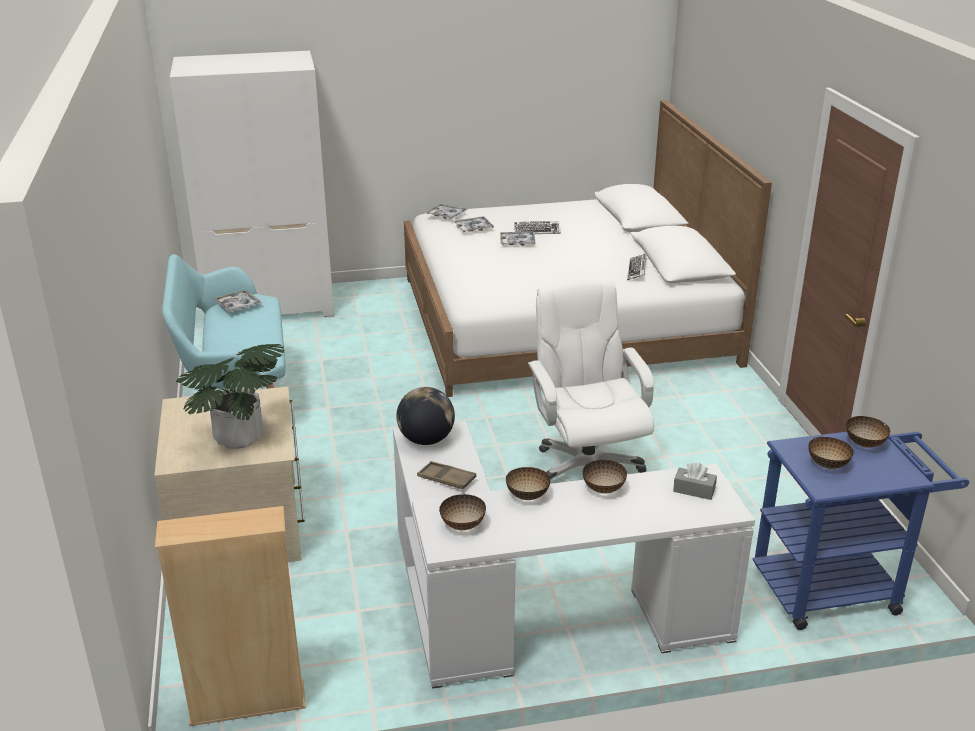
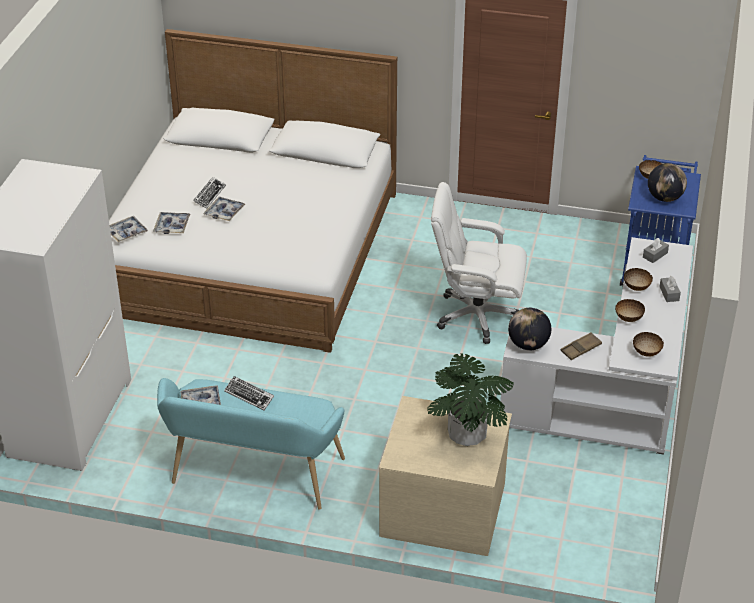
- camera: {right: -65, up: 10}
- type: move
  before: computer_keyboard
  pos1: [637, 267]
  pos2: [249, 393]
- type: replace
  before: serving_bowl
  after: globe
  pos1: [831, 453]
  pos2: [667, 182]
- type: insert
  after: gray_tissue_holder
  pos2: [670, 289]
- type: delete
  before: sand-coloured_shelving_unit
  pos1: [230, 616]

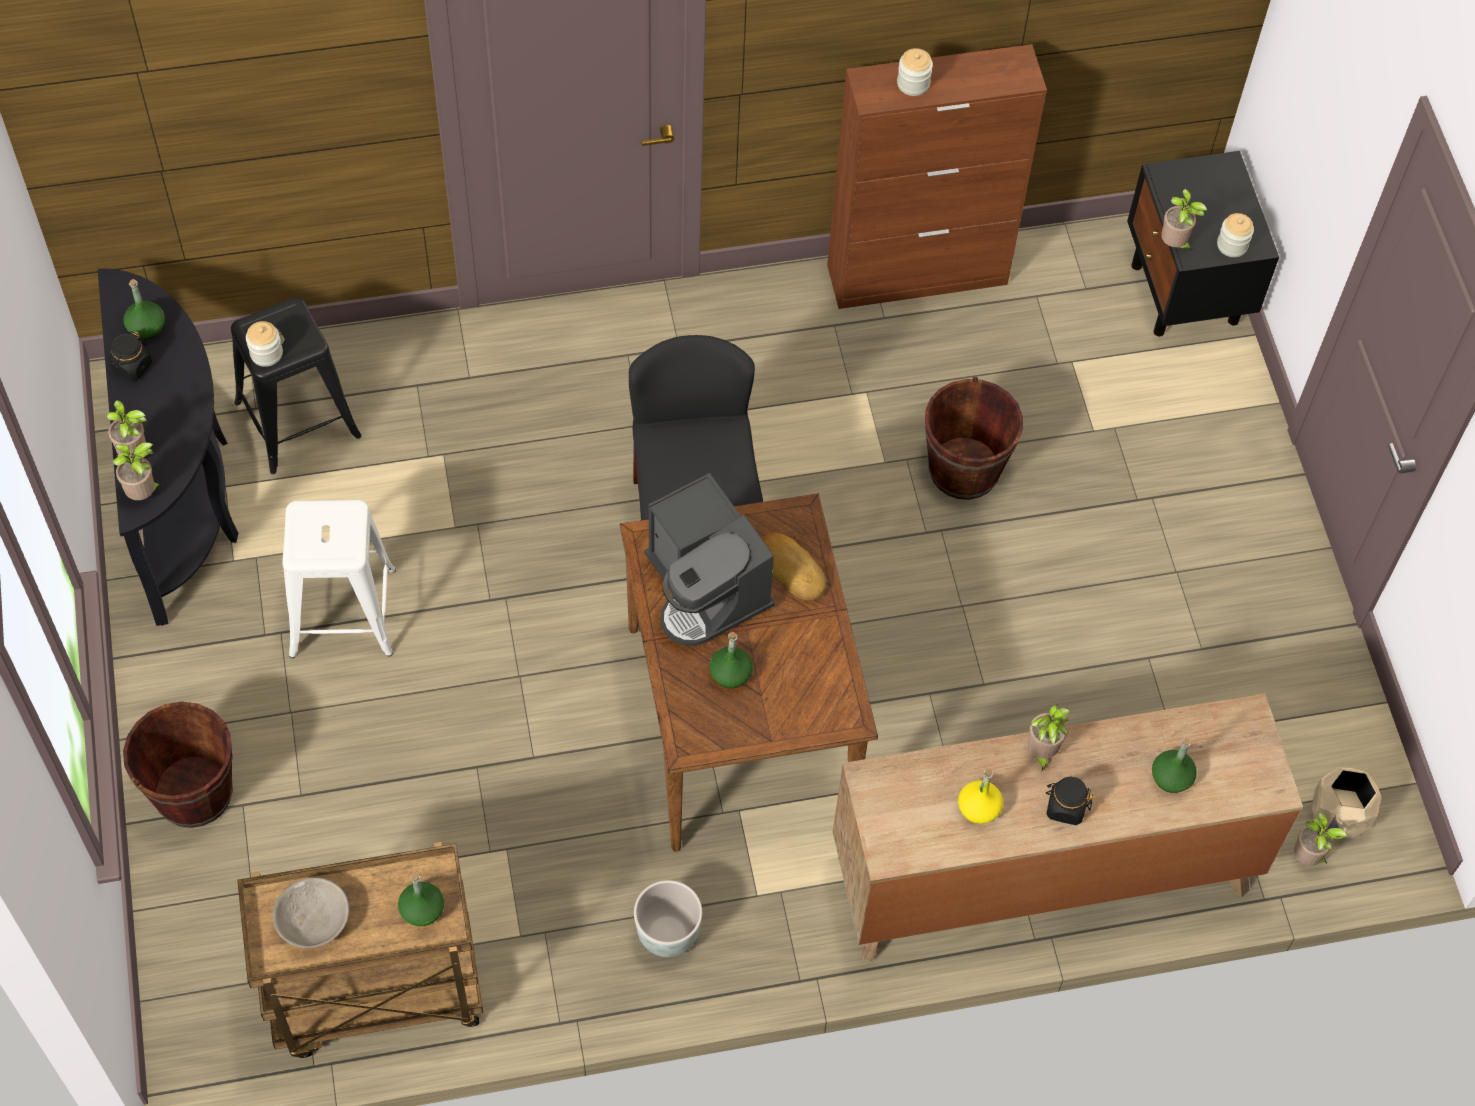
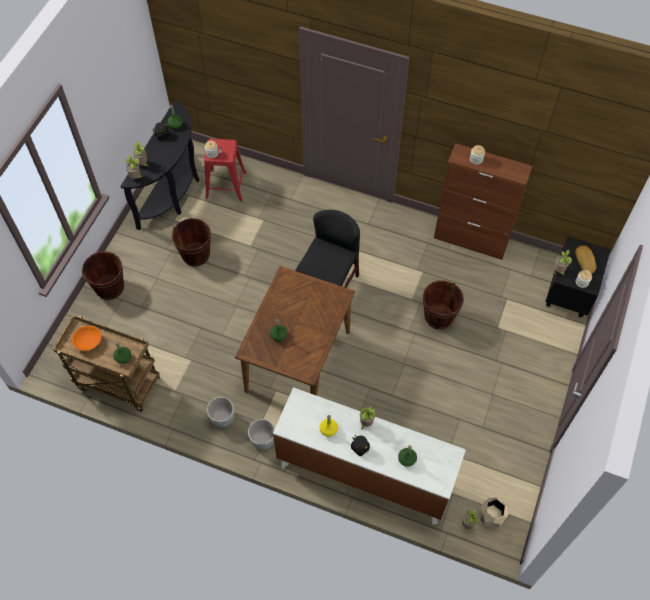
- camera: {right: 35, up: 0}
- type: recolor
  before: gray_serving_bowl
  after: orange-coloured_serving_bowl
  pos1: [311, 912]
  pos2: [86, 338]
- type: replace
  before: white_stool_seat
  after: brownish_bucket
  pos1: [339, 579]
  pos2: [191, 242]
- type: recolor
  before: black-coloured_stool_seat
  after: red_stool_seat
  pos1: [296, 386]
  pos2: [225, 170]
- type: insert
  after: gray_flower_pot
  pos2: [261, 434]
- type: recolor
  before: brownish_chest_of_drawers
  after: white_chest_of_drawers
  pos1: [1068, 827]
  pos2: [369, 456]
- type: move
  before: bakery_bread
  pos1: [794, 566]
  pos2: [585, 259]
- type: delete
  before: coffee_brewer
  pos1: [709, 559]

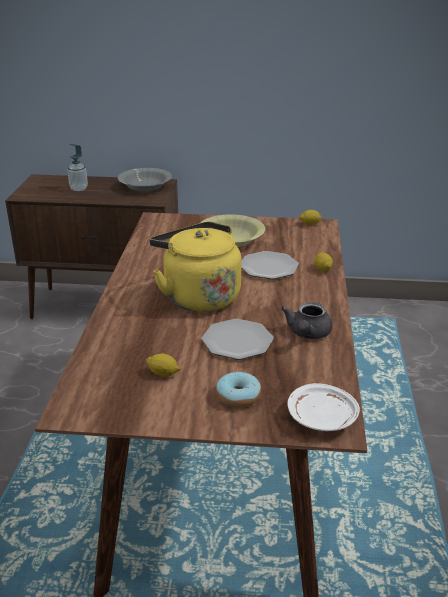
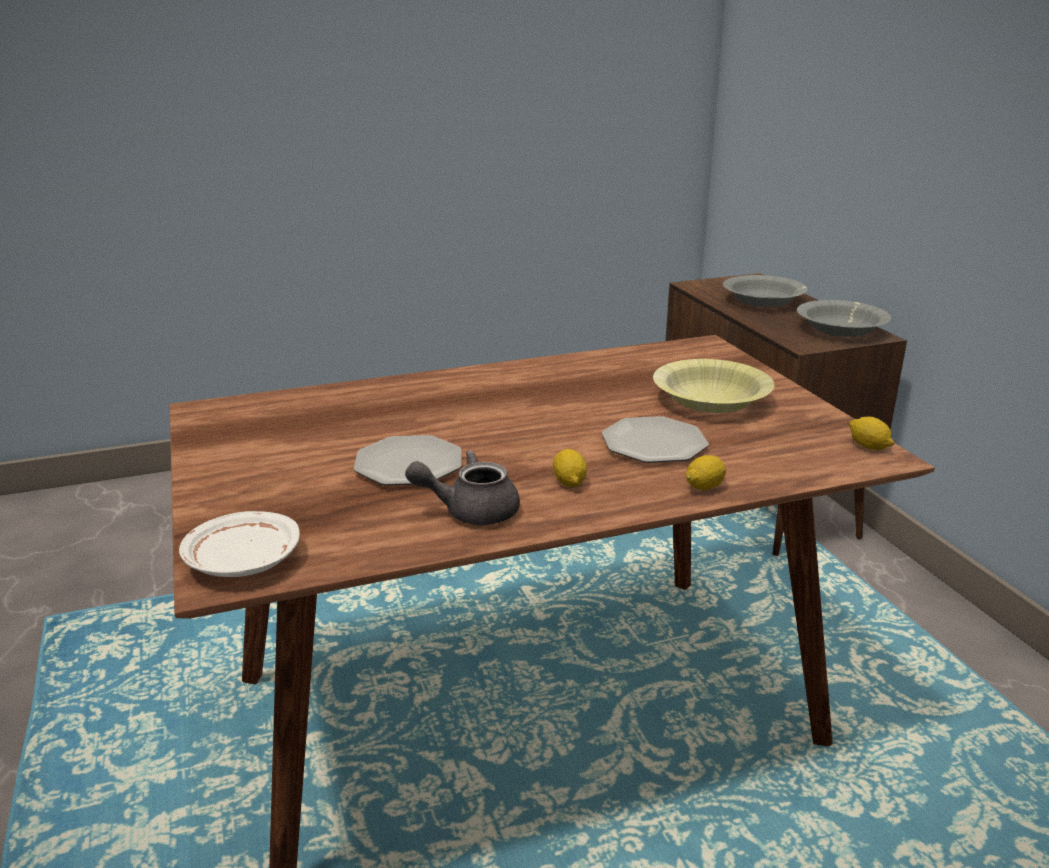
- camera: {right: 65, up: -5}
- type: move
  before: lemon
  pos1: [163, 364]
  pos2: [570, 468]
- type: replace
  before: liquid_soap_bottle
  after: gray_serving_bowl
  pos1: [77, 167]
  pos2: [765, 291]
- type: delete
  before: yellow_tea_kettle
  pos1: [195, 267]
- type: delete
  before: donut
  pos1: [238, 389]

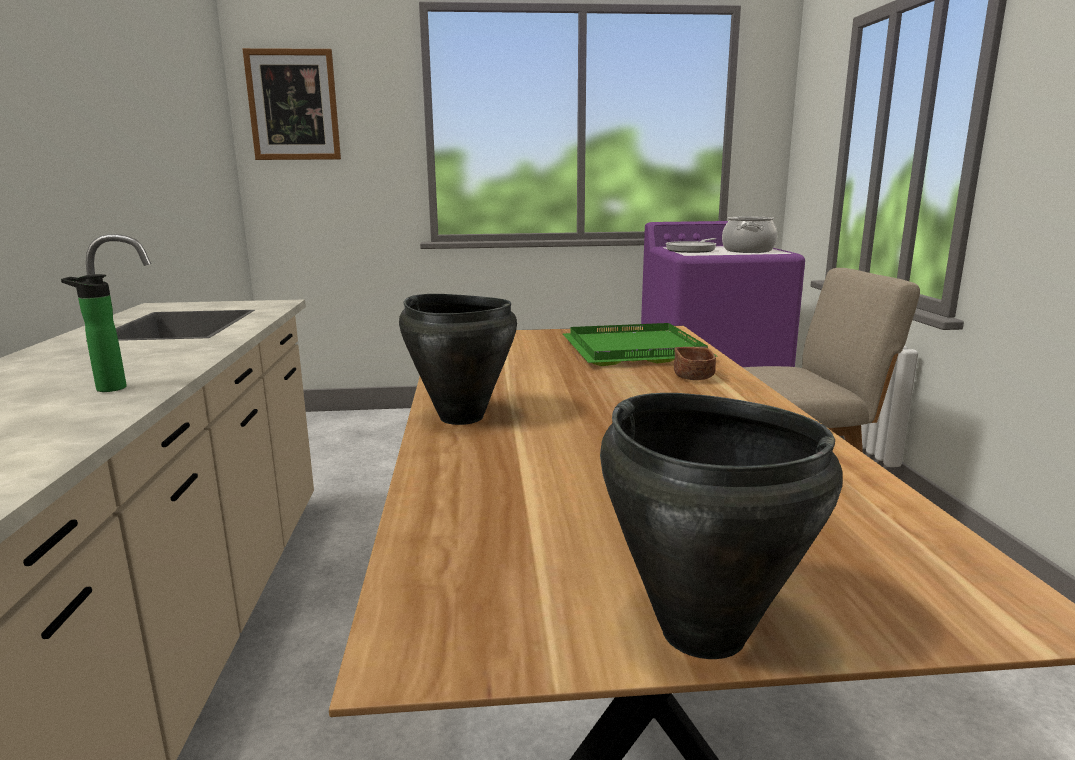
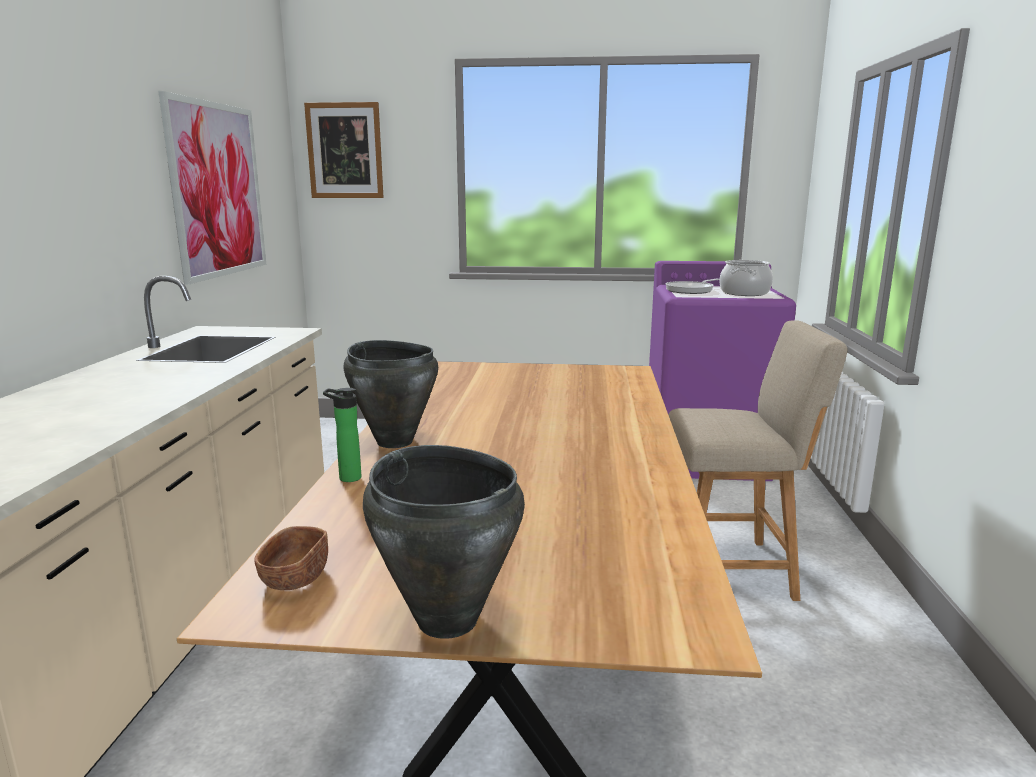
- camera: {right: 10, up: 0}
- type: insert
  after: wall_picture
  pos2: [212, 188]
- type: move
  before: brownish_serving_bowl
  pos1: [695, 363]
  pos2: [291, 558]
- type: move
  before: bottle
  pos1: [94, 333]
  pos2: [342, 435]
- type: delete
  before: green-coloured_carrying_tray
  pos1: [640, 344]

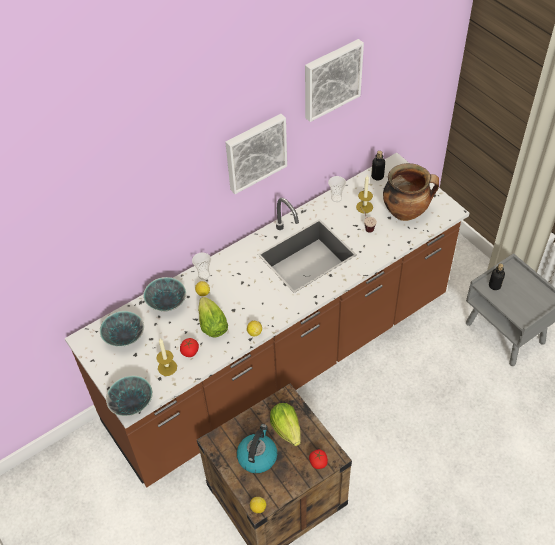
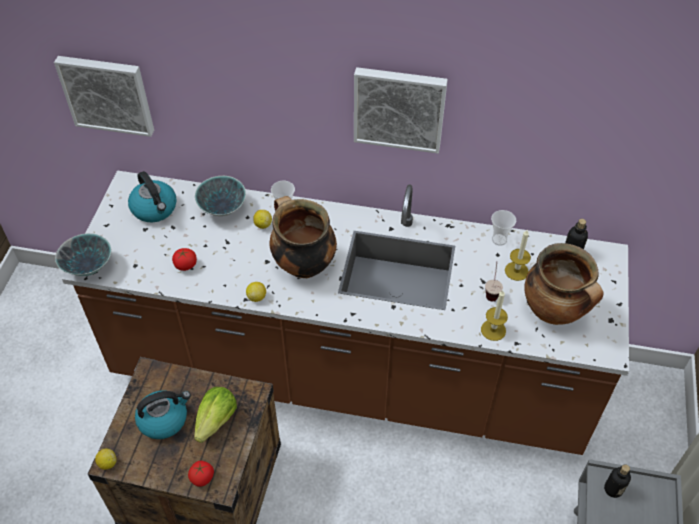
- camera: {right: 45, up: 0}
- type: move
  before: wall_picture
  pos1: [334, 80]
  pos2: [104, 96]
- type: replace
  before: serving_bowl
  after: tea_kettle
  pos1: [122, 329]
  pos2: [152, 196]
- type: insert
  after: stockpot
  pos2: [303, 237]
- type: move
  before: wax_candle
  pos1: [166, 357]
  pos2: [494, 315]
- type: delete
  before: lettuce
  pos1: [213, 317]

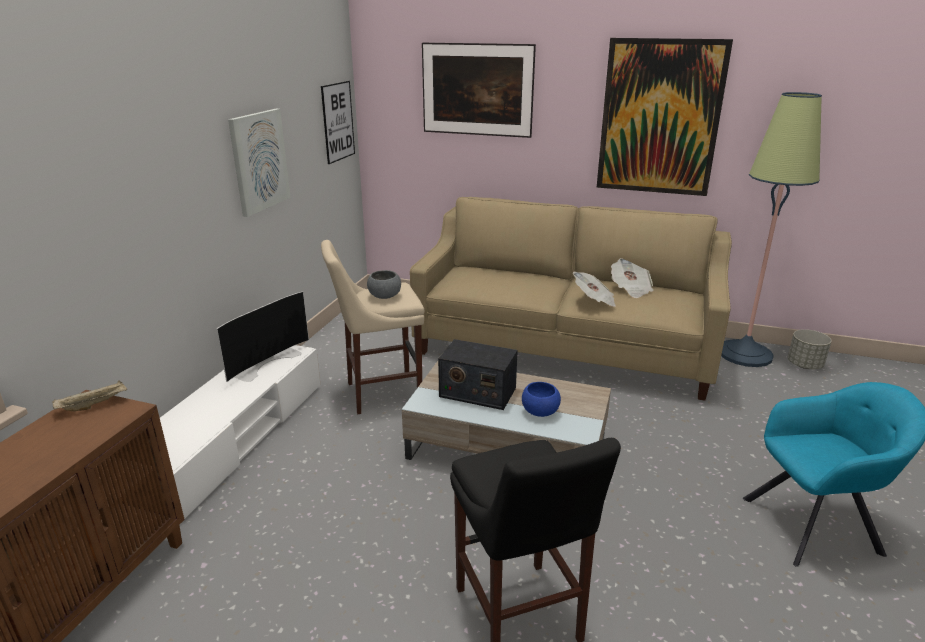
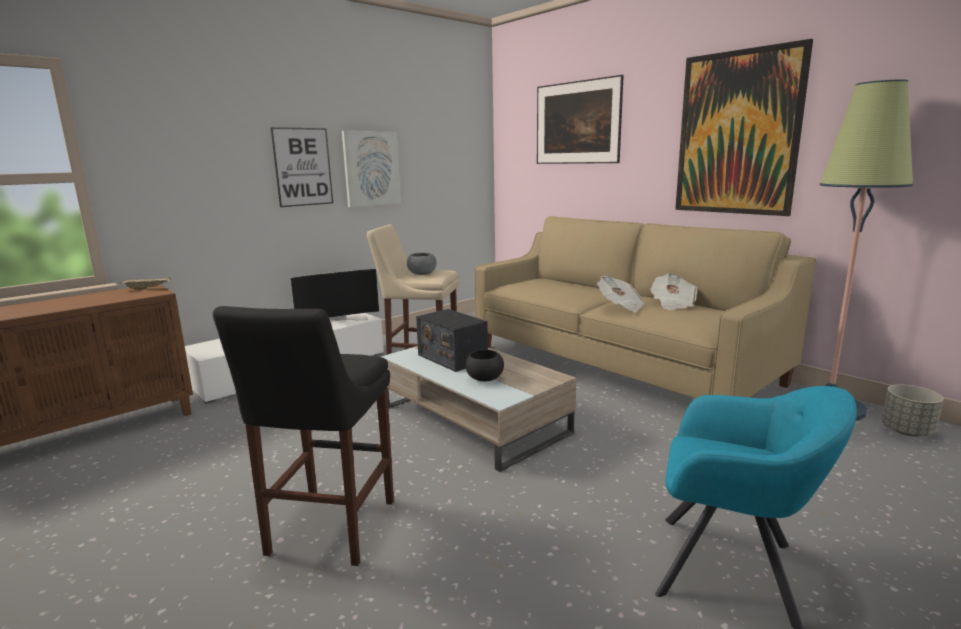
- camera: {right: 30, up: -10}
- type: move
  before: wall_picture
  pos1: [338, 122]
  pos2: [302, 167]
- type: recolor
  before: bluish_serving_bowl
  after: black-coloured_serving_bowl
  pos1: [541, 399]
  pos2: [484, 365]

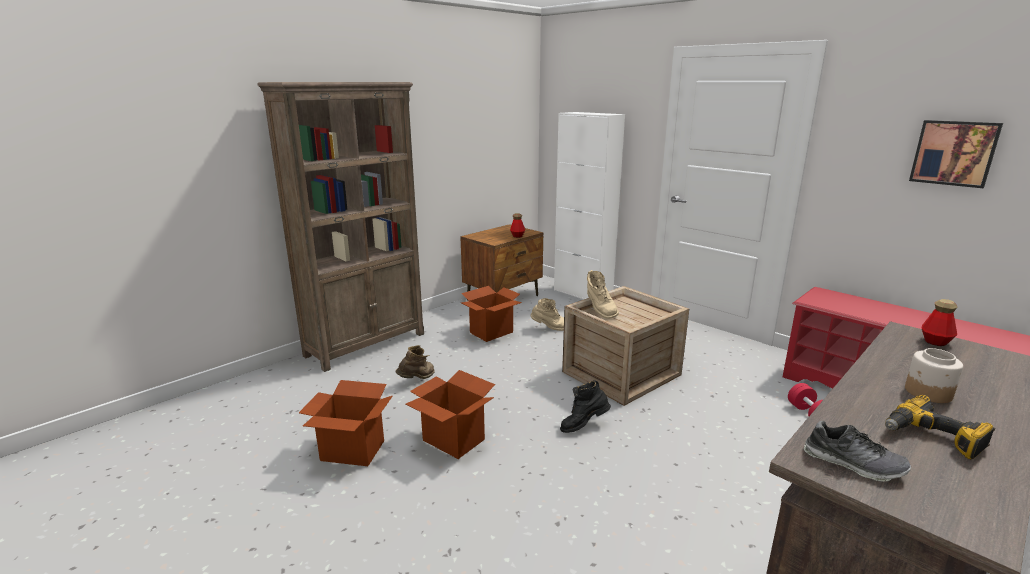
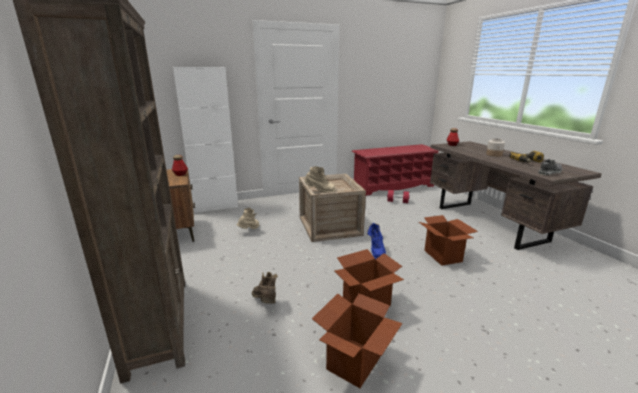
- camera: {right: -65, up: 0}
- type: recolor
  before: black-coloured_boot
  after: bluish_boot
  pos1: [585, 406]
  pos2: [376, 241]
- type: move
  before: cardboard_box
  pos1: [491, 314]
  pos2: [448, 240]
- type: delete
  before: wall_picture
  pos1: [956, 154]

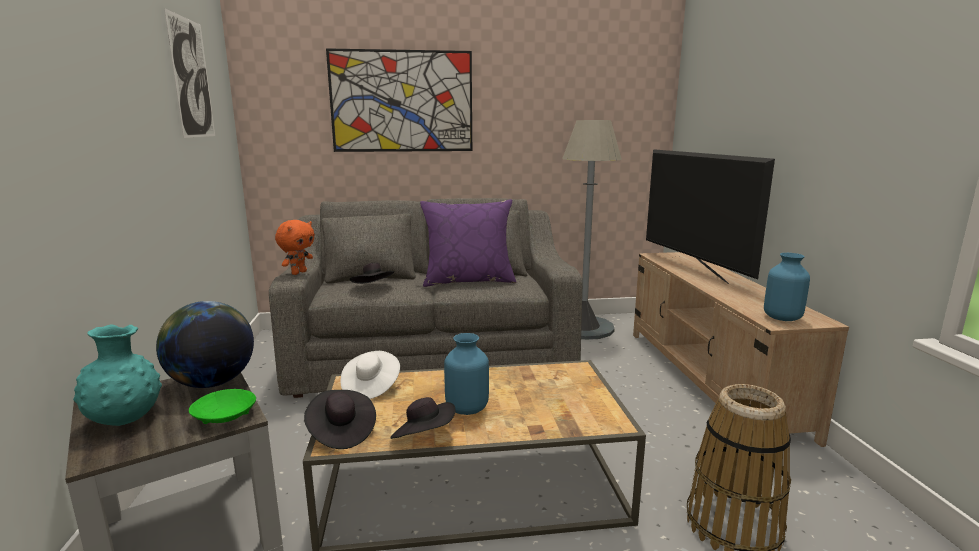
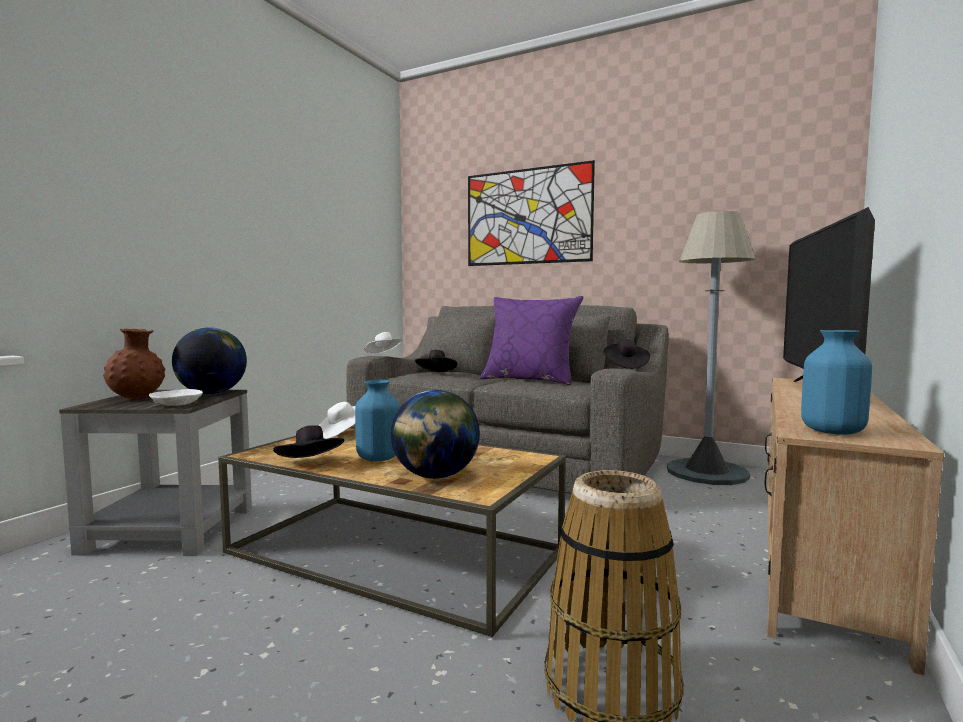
- camera: {right: 35, up: -10}
- type: recolor
  before: blue-green_decorative_vase
  after: brownish_decorative_vase
  pos1: [117, 375]
  pos2: [134, 364]
- type: recolor
  before: green-coloured_serving_bowl
  after: white_serving_bowl
  pos1: [222, 406]
  pos2: [176, 397]
- type: replace
  before: orange-coloured_cuddly_toy
  after: white_clothing_hat
  pos1: [295, 247]
  pos2: [383, 343]
- type: insert
  after: globe
  pos2: [435, 434]
- type: move
  before: black-coloured_clothing_hat
  pos1: [340, 419]
  pos2: [627, 354]
- type: delete
  before: wall_picture
  pos1: [189, 73]

